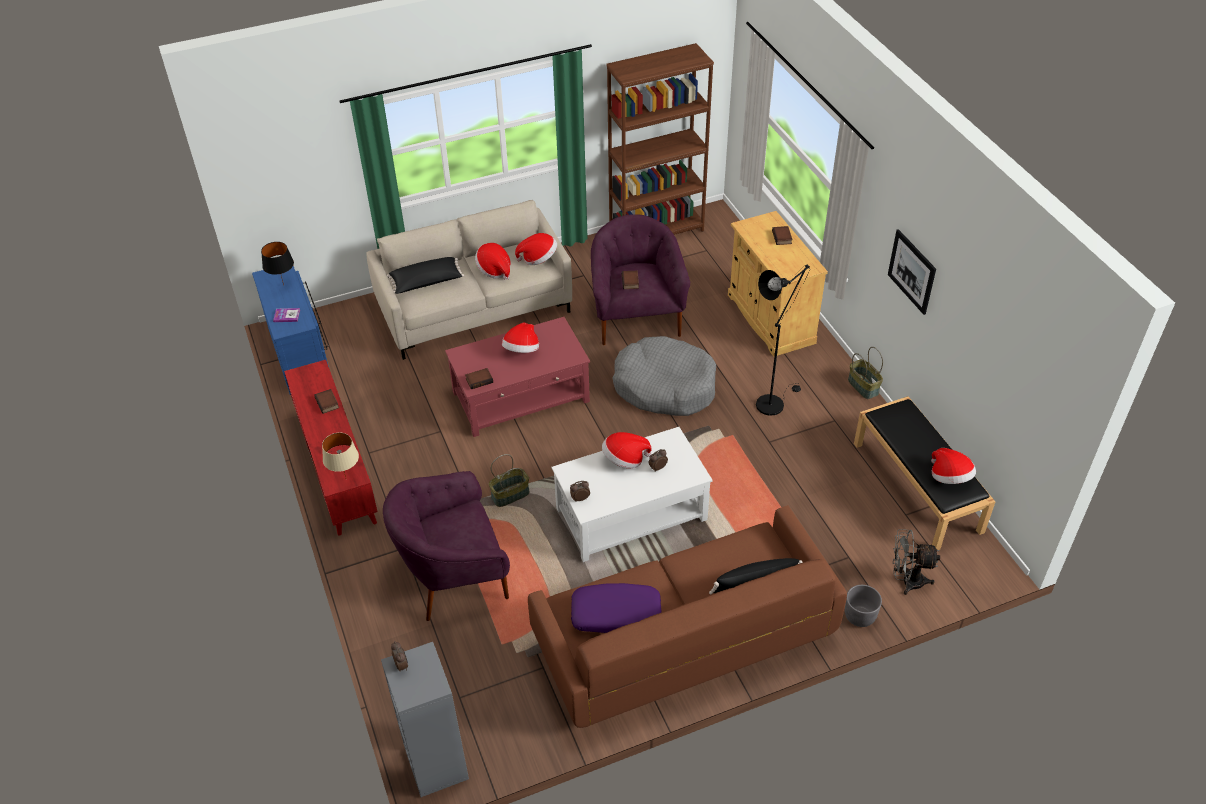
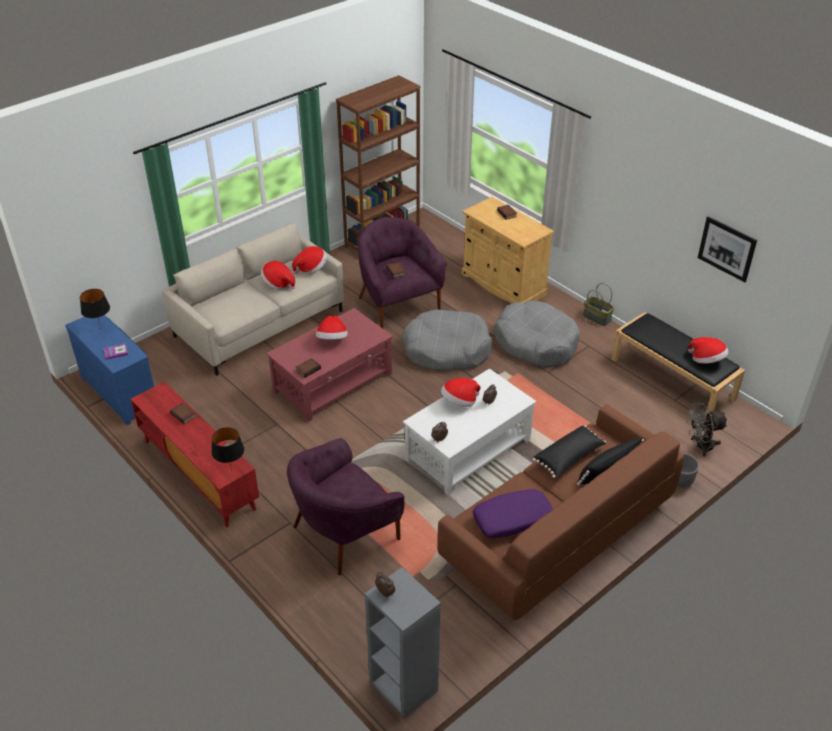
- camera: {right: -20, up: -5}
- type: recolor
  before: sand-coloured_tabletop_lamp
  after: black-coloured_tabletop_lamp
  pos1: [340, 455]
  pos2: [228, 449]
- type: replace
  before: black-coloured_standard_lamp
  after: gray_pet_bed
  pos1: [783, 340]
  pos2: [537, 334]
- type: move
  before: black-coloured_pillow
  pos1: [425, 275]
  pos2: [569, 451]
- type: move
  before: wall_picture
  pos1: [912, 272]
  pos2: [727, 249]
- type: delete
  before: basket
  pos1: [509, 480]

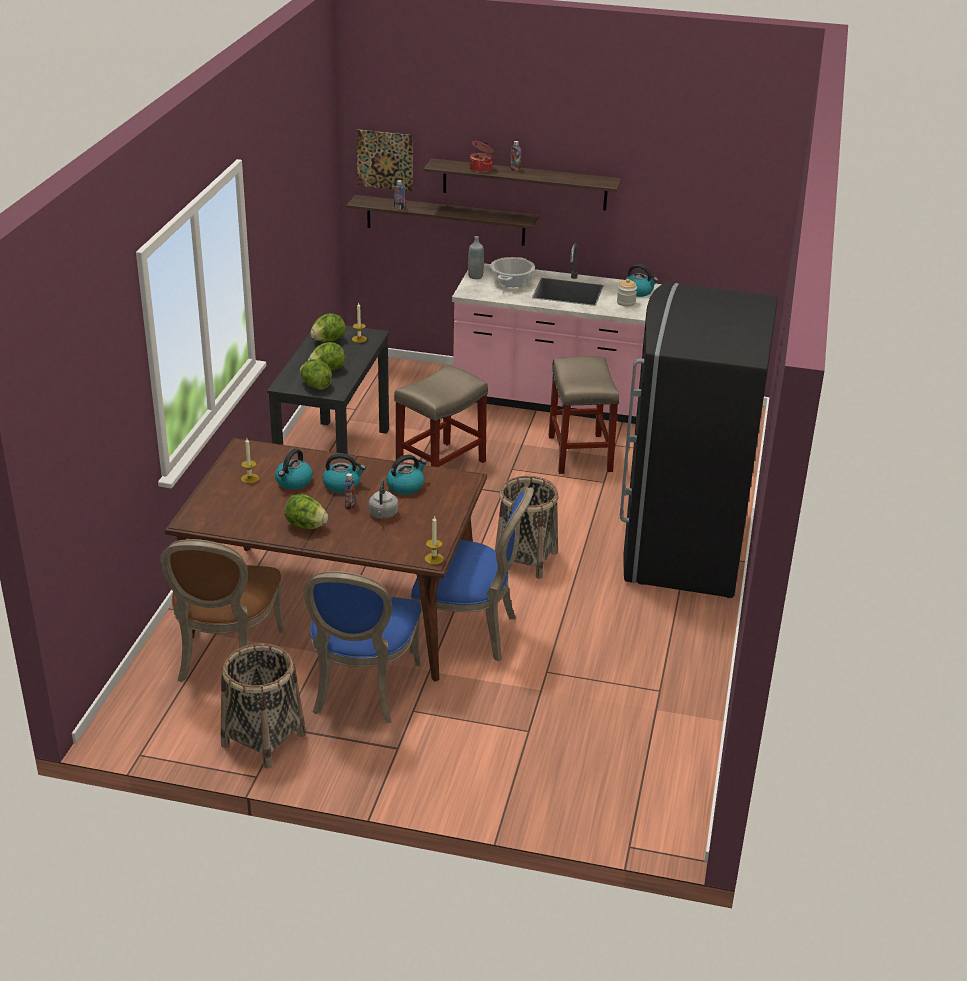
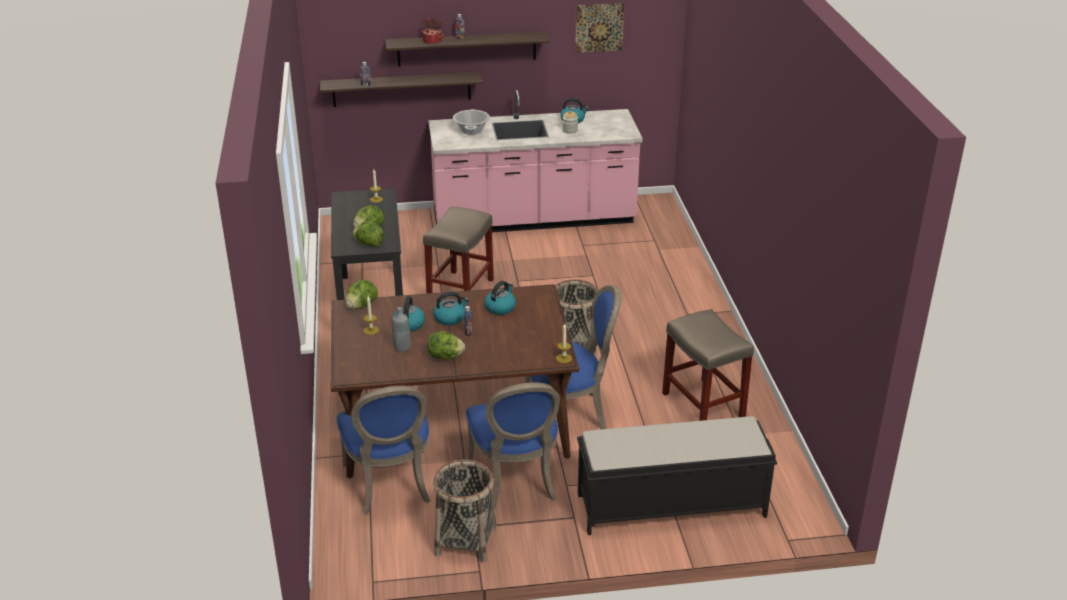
- camera: {right: -20, up: 0}
- type: recolor
  before: brownish_chair
  after: bluish_chair
  pos1: [222, 610]
  pos2: [383, 450]
- type: move
  before: lettuce
  pos1: [328, 327]
  pos2: [361, 294]
- type: move
  before: gray_bottle
  pos1: [476, 257]
  pos2: [401, 329]
- type: move
  before: wall_picture
  pos1: [384, 160]
  pos2: [599, 28]
- type: insert
  after: black-coloured_indoor_bench
  pos2: [677, 475]
- type: move
  before: sand-coloured_stool_seat
  pos1: [584, 415]
  pos2: [708, 365]
- type: delete
  before: gray_tea_kettle
  pos1: [383, 499]
- type: delete
  before: black-coloured_fridge
  pos1: [699, 440]

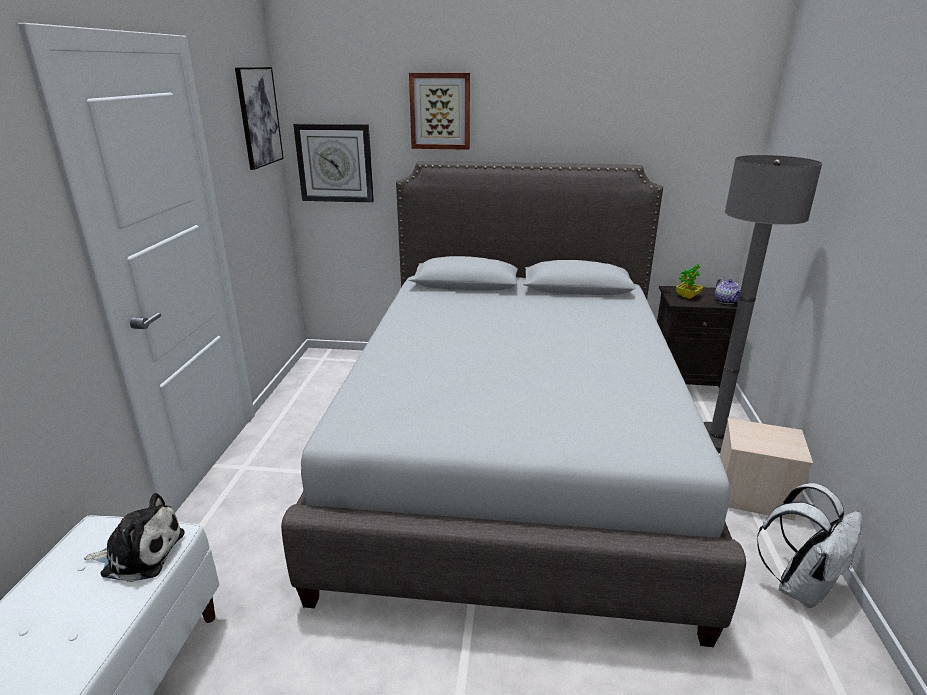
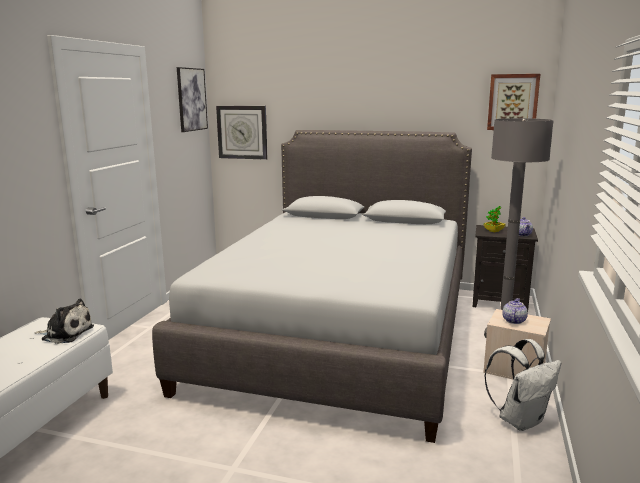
- camera: {right: 10, up: -10}
- type: move
  before: wall_picture
  pos1: [439, 111]
  pos2: [513, 102]
- type: insert
  after: teapot
  pos2: [515, 311]

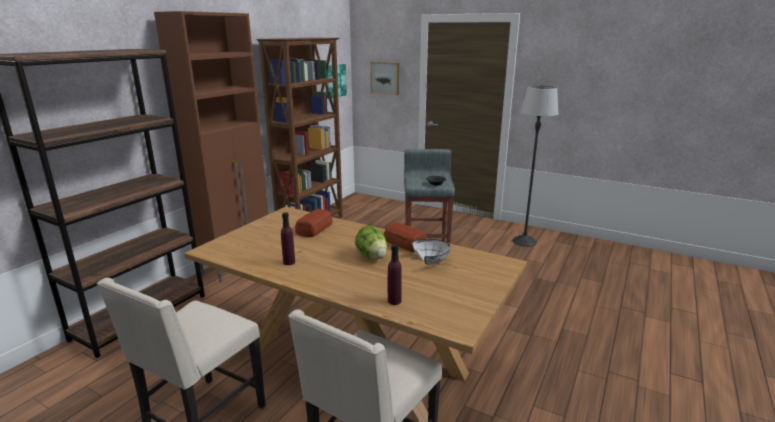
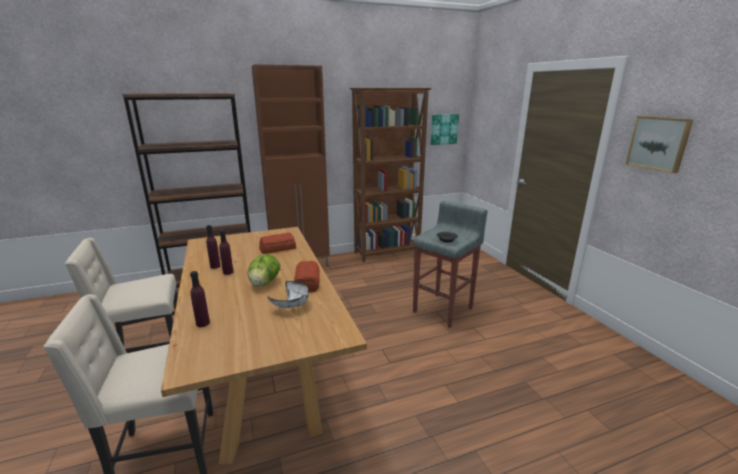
- camera: {right: 40, up: 0}
- type: insert
  after: purple-coloured_bottle
  pos2: [226, 252]
- type: move
  before: wall_picture
  pos1: [384, 78]
  pos2: [660, 144]
- type: delete
  before: standard_lamp
  pos1: [535, 166]

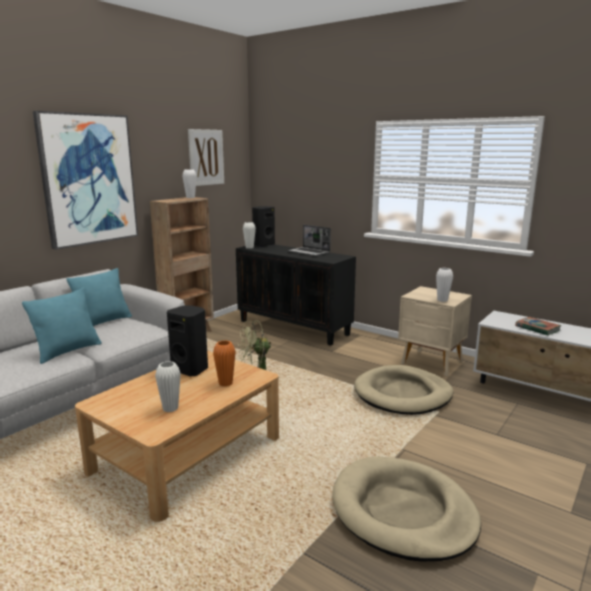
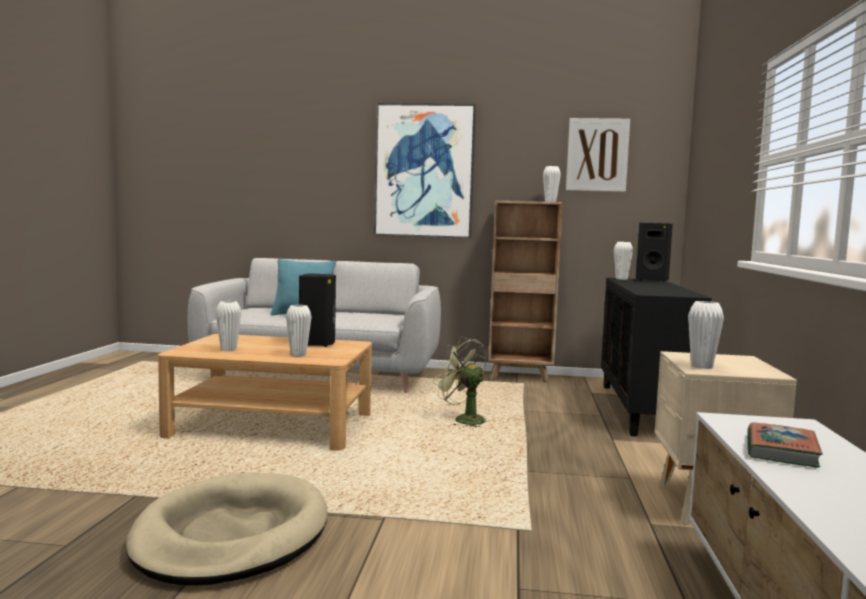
- camera: {right: 60, up: -10}
- type: recolor
  before: orange-coloured_decorative_vase
  after: white_decorative_vase
  pos1: [224, 363]
  pos2: [299, 330]
- type: delete
  before: blue-green_pillow
  pos1: [99, 297]
- type: delete
  before: notebook_computer
  pos1: [309, 240]
- type: delete
  before: sand-coloured_pet_bed
  pos1: [404, 390]

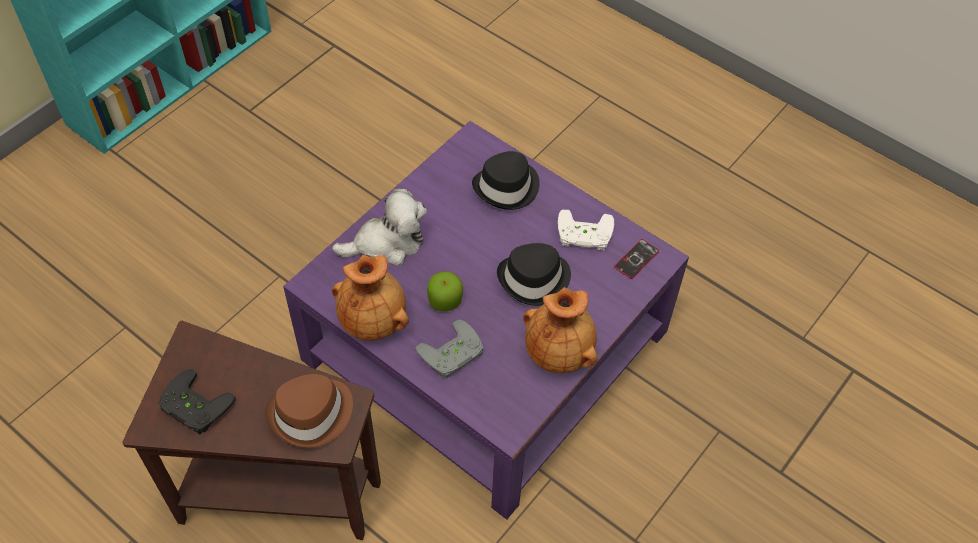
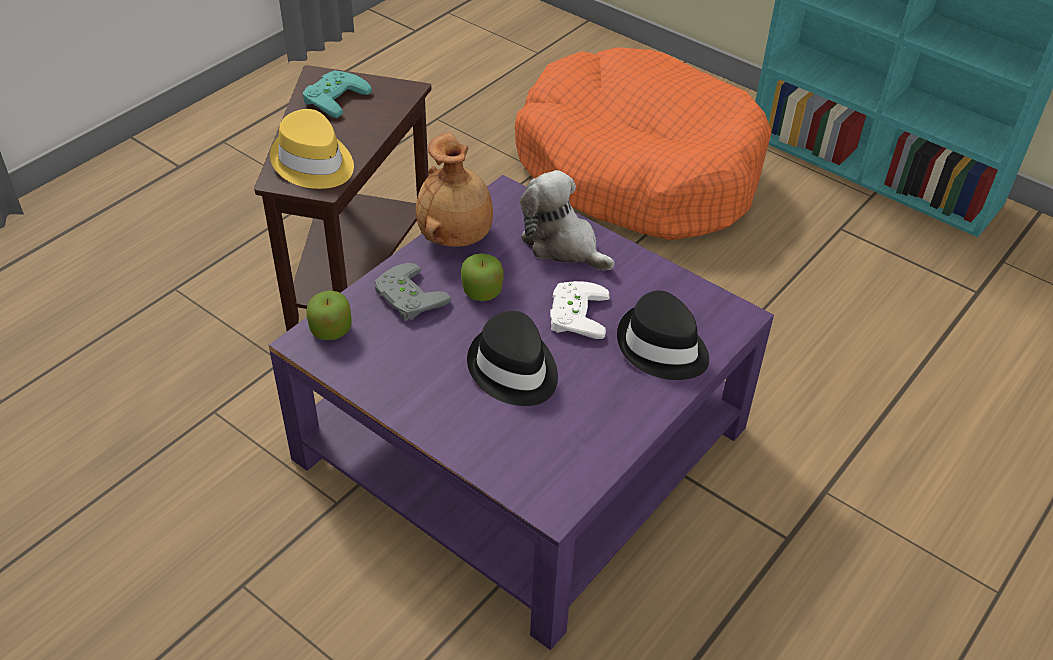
- camera: {right: 90, up: -10}
- type: recolor
  before: brownish_clothing_hat
  after: yellow_clothing_hat
  pos1: [309, 411]
  pos2: [312, 149]
- type: recolor
  before: black-coloured_gamepad
  after: blue-green_gamepad
  pos1: [197, 402]
  pos2: [337, 94]
- type: insert
  after: apple
  pos2: [328, 315]
- type: insert
  after: orange-coloured_pet_bed
  pos2: [643, 143]
- type: rotate
  before: cuddly_toy
  pos1: [379, 227]
  pos2: [567, 220]
  turn: 150
- type: move
  before: white_gamepad
  pos1: [586, 230]
  pos2: [579, 310]
- type: delete
  before: brownish_decorative_vase
  pos1: [560, 330]
- type: delete
  before: phone
  pos1: [636, 259]

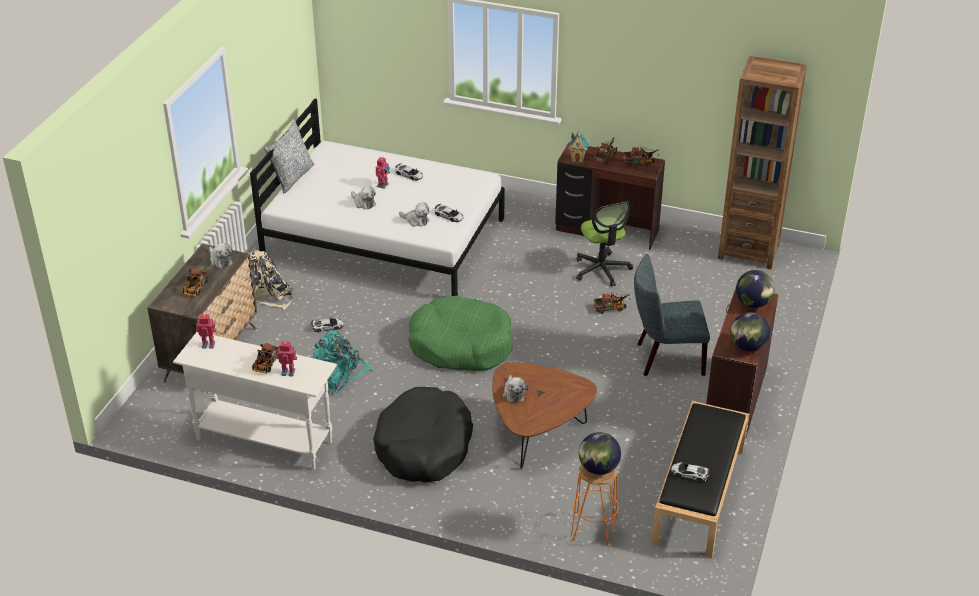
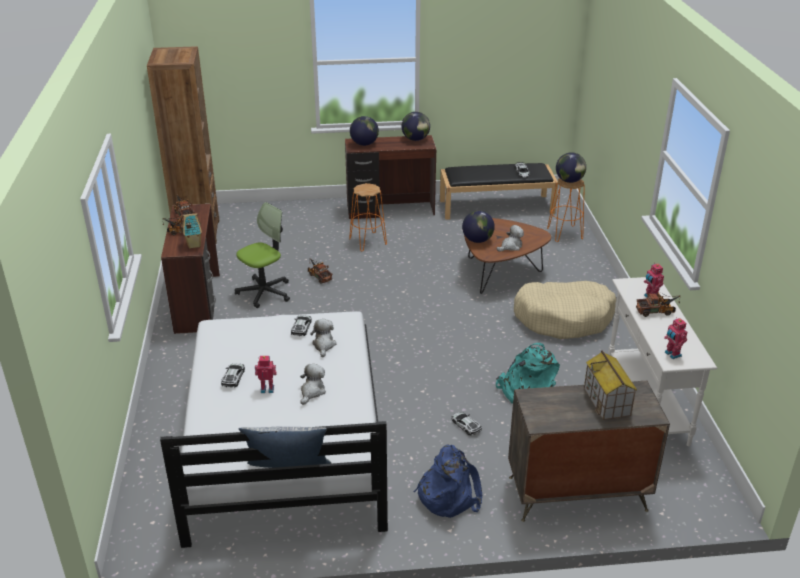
- camera: {right: -115, up: -5}
- type: replace
  before: gray_chair
  after: orange-coloured_stool_seat
  pos1: [672, 315]
  pos2: [368, 217]
- type: recolor
  before: sand-coloured_backpack
  after: bluish_backpack
  pos1: [271, 280]
  pos2: [448, 481]
- type: insert
  after: globe
  pos2: [478, 227]
- type: recolor
  before: black-coloured_pet_bed
  after: sand-coloured_pet_bed
  pos1: [423, 435]
  pos2: [565, 310]
- type: replace
  before: model_truck
  after: miniature_house
  pos1: [195, 282]
  pos2: [610, 385]
- type: delete
  before: cuddly_toy
  pos1: [221, 255]
- type: delete
  before: green-coloured_pet_bed
  pos1: [460, 333]

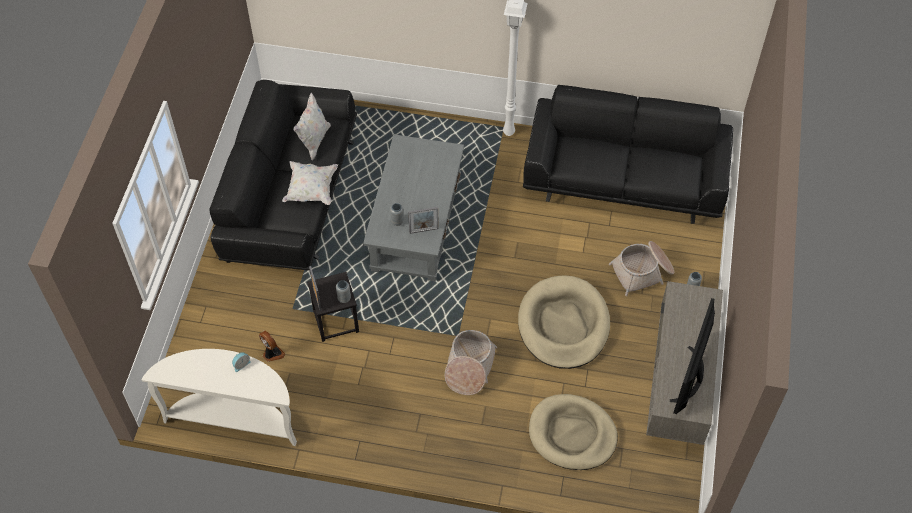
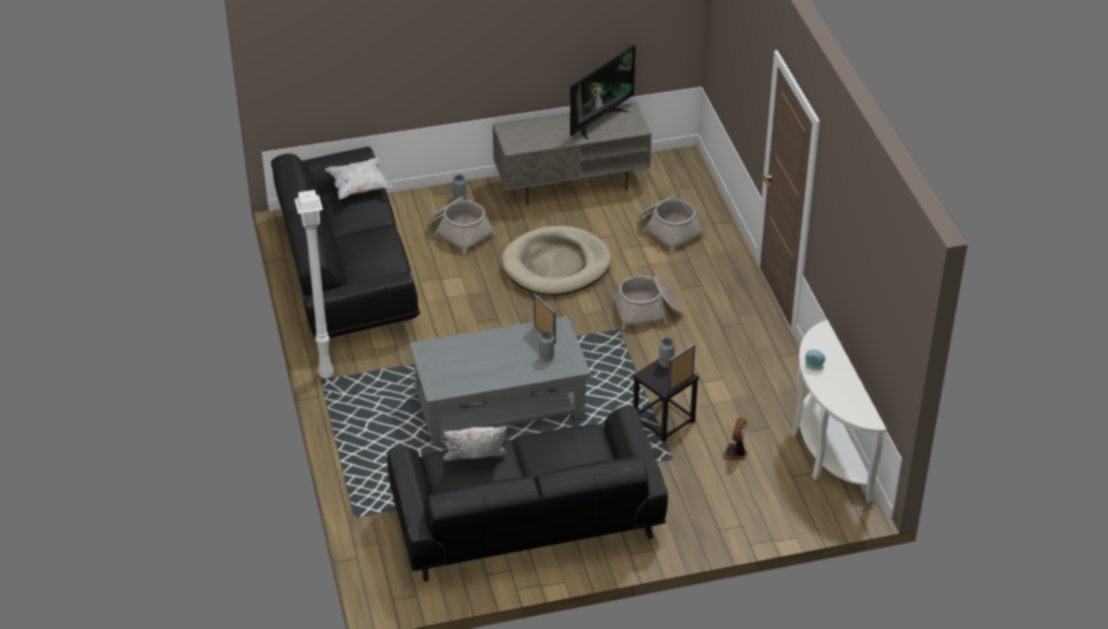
- camera: {right: -115, up: -15}
- type: move
  before: white_pillow
  pos1: [310, 183]
  pos2: [358, 178]
- type: rotate
  before: TV
  pos1: [692, 356]
  pos2: [602, 92]
  turn: -45
- type: replace
  before: sand-coloured_pet_bed
  after: basket
  pos1: [573, 432]
  pos2: [671, 224]

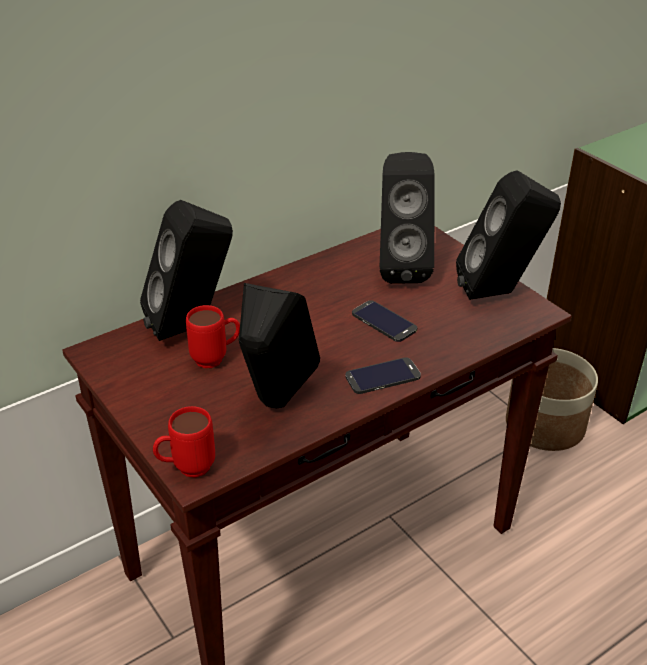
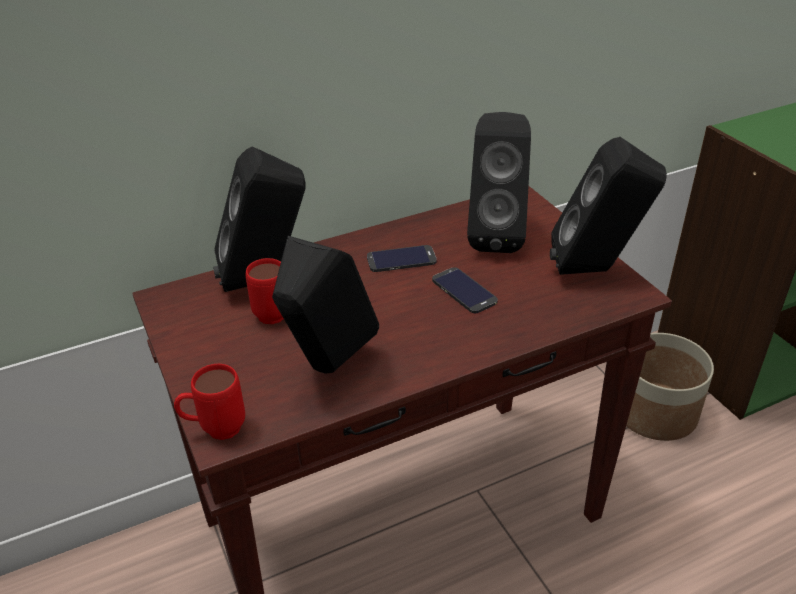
- camera: {right: 10, up: 0}
- type: move
  before: phone
  pos1: [383, 375]
  pos2: [402, 258]

